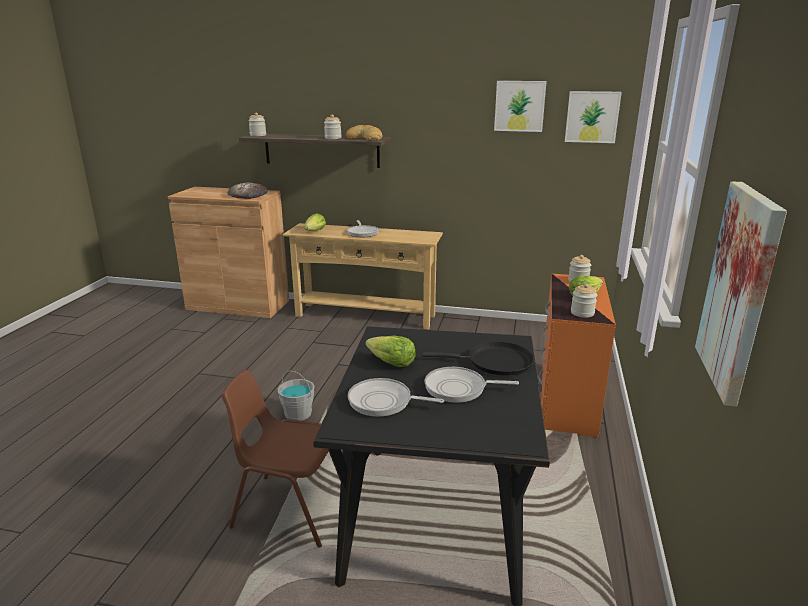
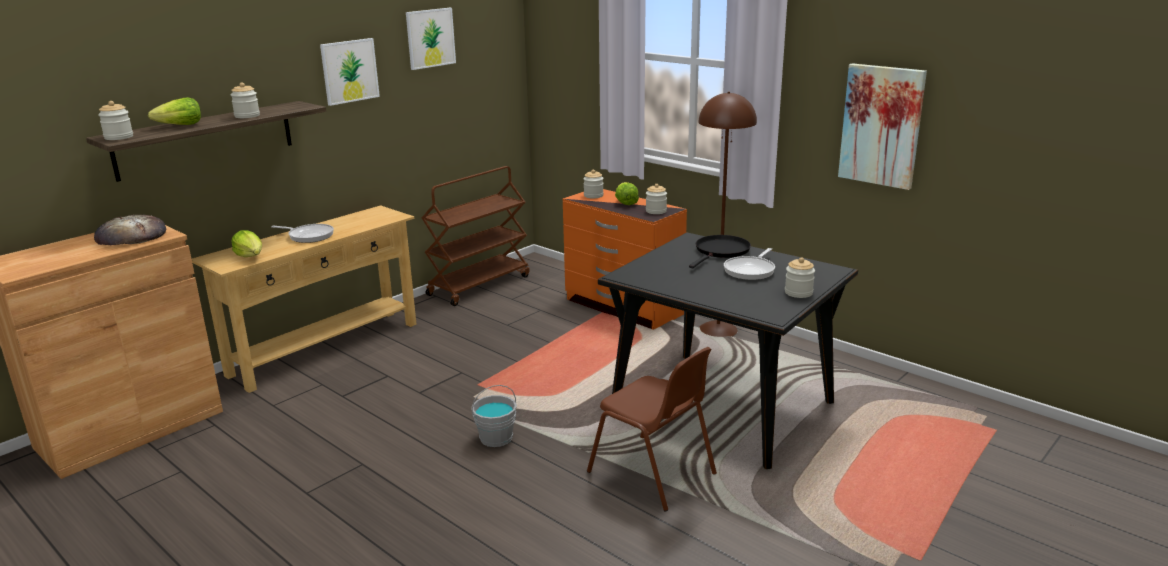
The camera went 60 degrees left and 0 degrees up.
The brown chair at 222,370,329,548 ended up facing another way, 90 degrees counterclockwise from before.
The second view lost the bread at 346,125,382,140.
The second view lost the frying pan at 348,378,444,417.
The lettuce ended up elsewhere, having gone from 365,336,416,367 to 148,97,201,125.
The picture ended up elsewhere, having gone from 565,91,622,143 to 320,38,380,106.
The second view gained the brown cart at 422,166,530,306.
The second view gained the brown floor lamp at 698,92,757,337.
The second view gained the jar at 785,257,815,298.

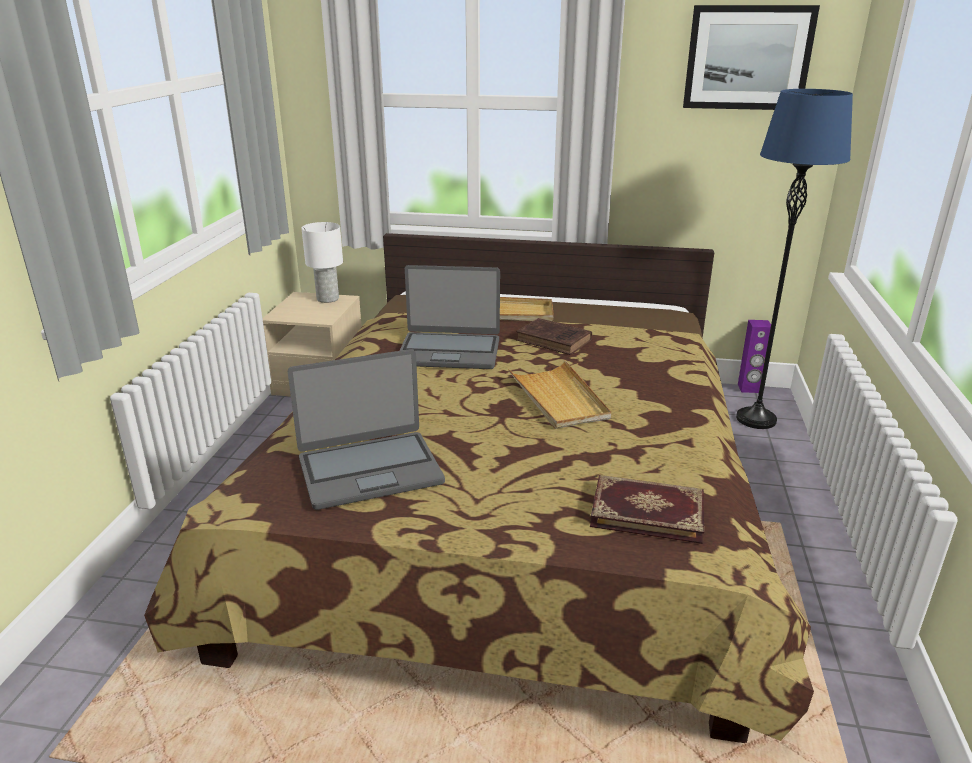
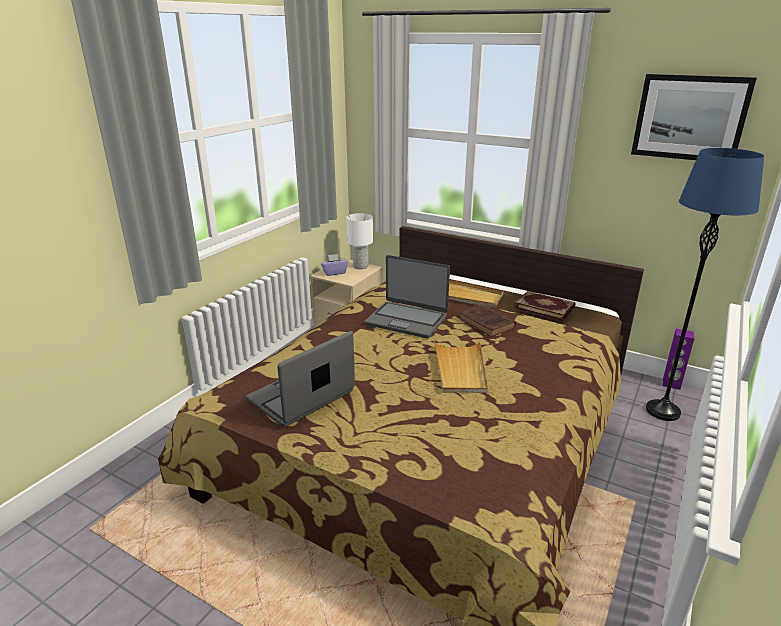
The camera went 20 degrees right and 0 degrees up.
The laptop at 288,349,445,510 ended up facing another way, 135 degrees clockwise from before.
The book ended up elsewhere, having gone from 590,475,704,544 to 514,291,576,321.
The second view gained the purple tissue box at 321,254,348,276.

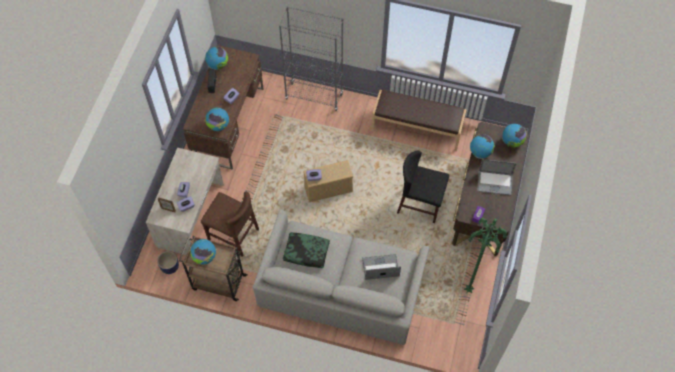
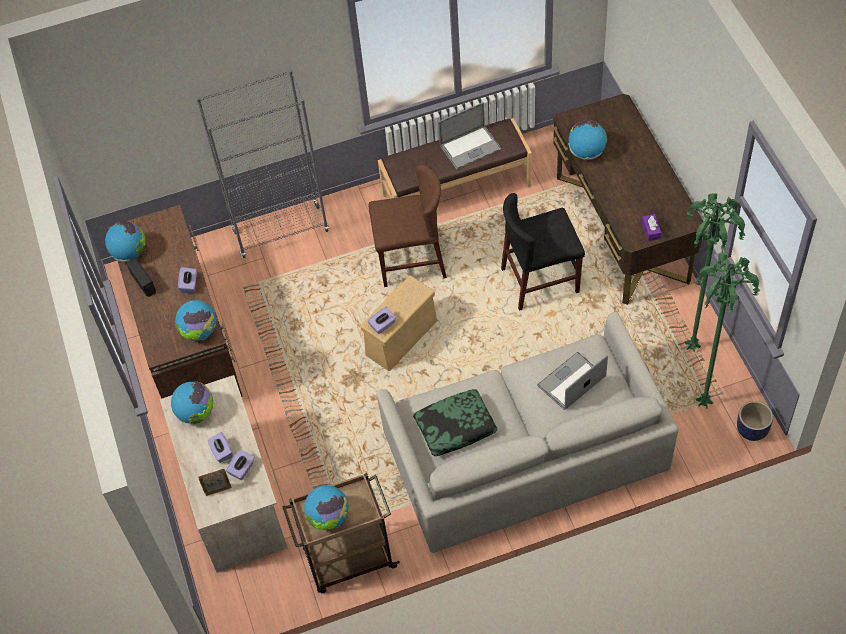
The camera went 30 degrees left and 5 degrees down.
The planter ended up elsewhere, having gone from 157,251,179,274 to 737,401,773,441.
The brown chair ended up elsewhere, having gone from 201,192,259,257 to 369,165,447,287.
The laptop ended up elsewhere, having gone from 477,159,516,195 to 438,102,501,169.
The globe ended up elsewhere, having gone from 502,124,527,147 to 171,381,213,424.
The second view gained the green floor lamp at 696,253,760,409.

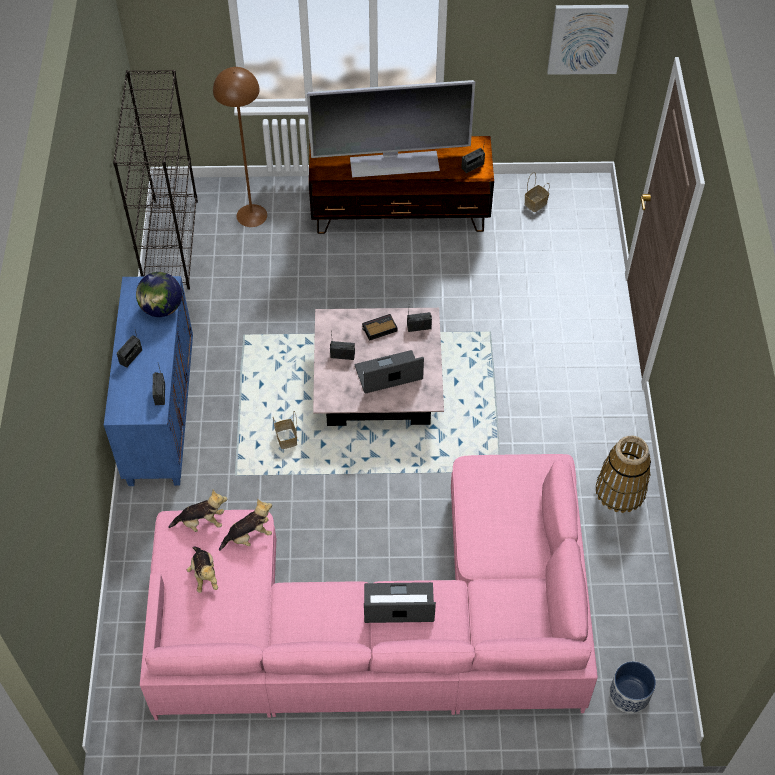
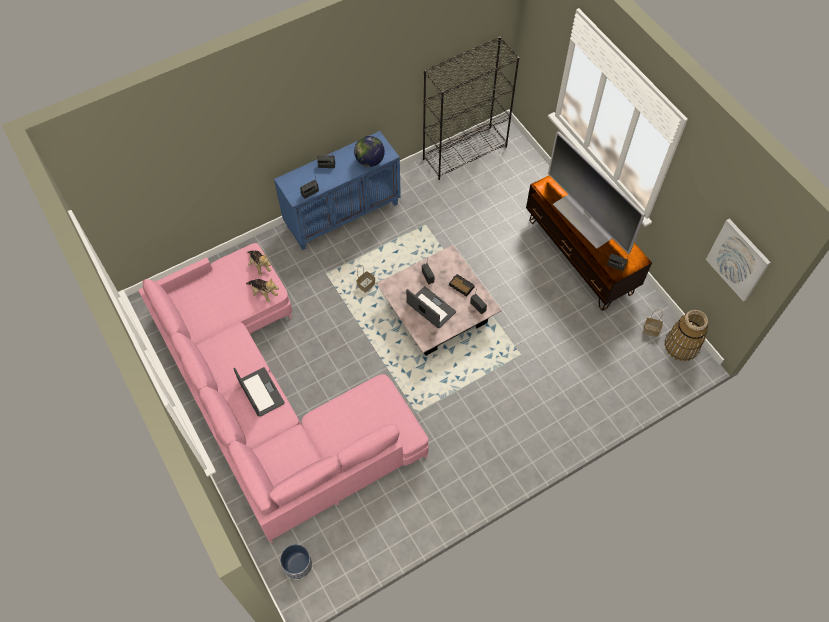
The camera went 60 degrees right and 5 degrees up.
The second view lost the plush toy at 187,547,218,593.
The second view lost the brown floor lamp at 213,67,267,227.
The basket ended up elsewhere, having gone from 596,436,651,513 to 664,310,708,361.

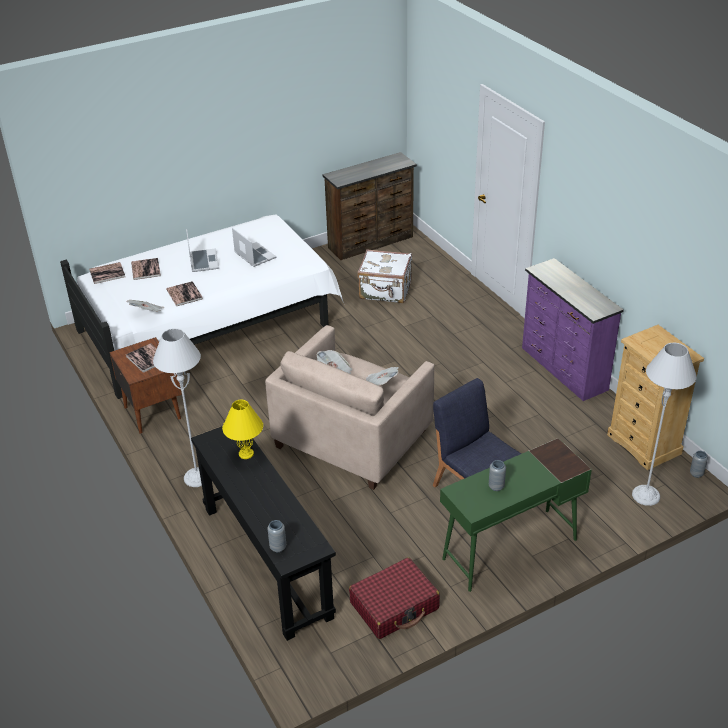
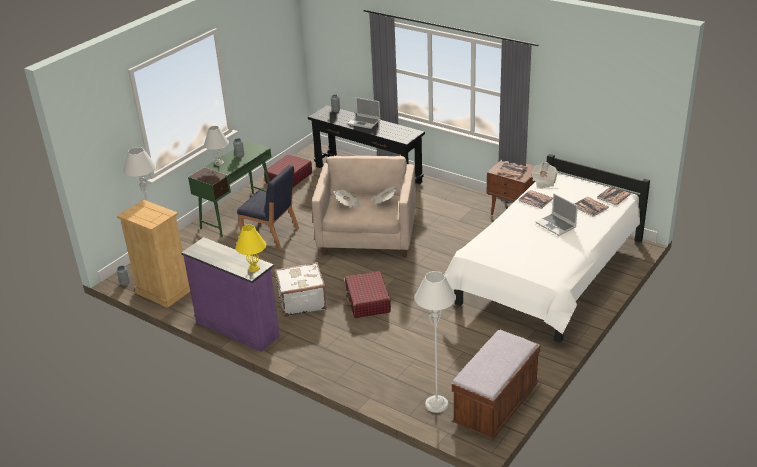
The camera went 155 degrees right and 5 degrees down.
The grey floor lamp ended up elsewhere, having gone from 153,328,202,487 to 415,271,456,413.
The yellow table lamp ended up elsewhere, having gone from 222,400,263,459 to 235,225,266,272.
The laptop ended up elsewhere, having gone from 232,228,276,267 to 348,97,380,129.
Where the brown dresser stood at 322,152,417,260, the brown bench came to stand at 452,330,540,439.
The white suitcase ended up elsewhere, having gone from 357,249,412,303 to 275,262,327,317.
The second view gained the white table lamp at 204,126,229,166.
The second view gained the red suitcase at 345,271,391,318.

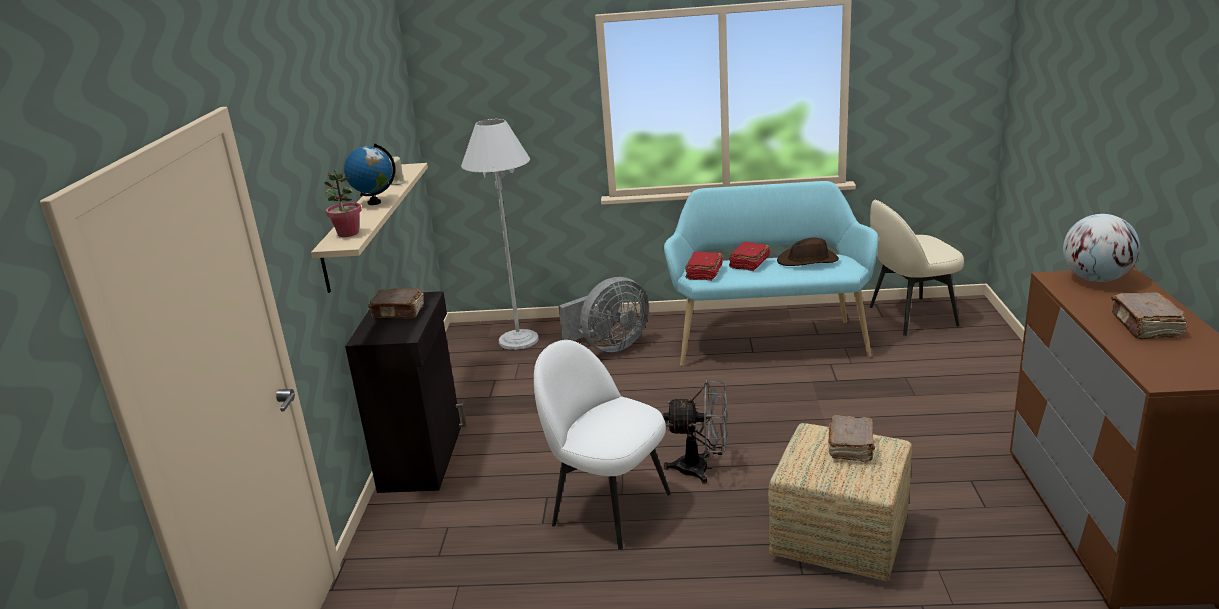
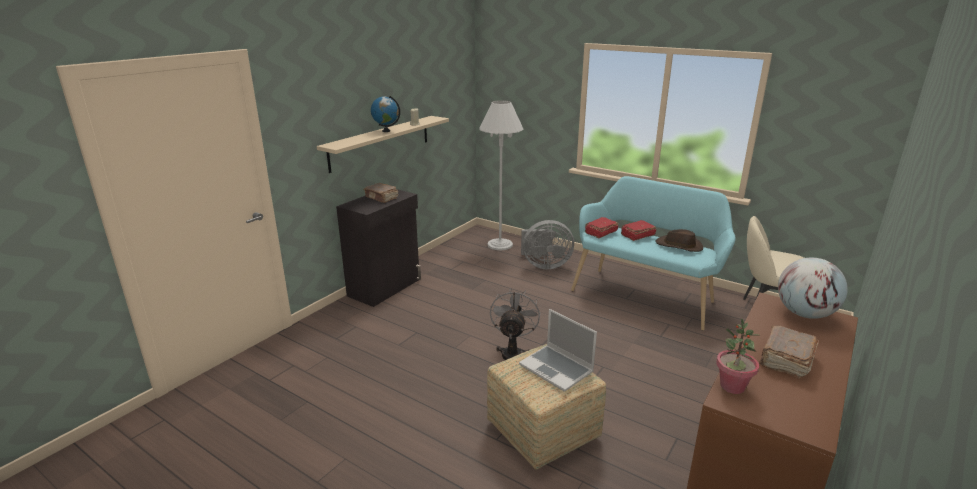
The camera went 30 degrees right and 0 degrees up.
The potted plant ended up elsewhere, having gone from 324,169,362,237 to 716,318,759,394.
The second view lost the white chair at 534,340,671,550.
The grey fan at 663,379,727,484 ended up facing another way, 120 degrees counterclockwise from before.
Where the brown book stood at 828,415,875,462, the laptop came to stand at 519,309,597,392.

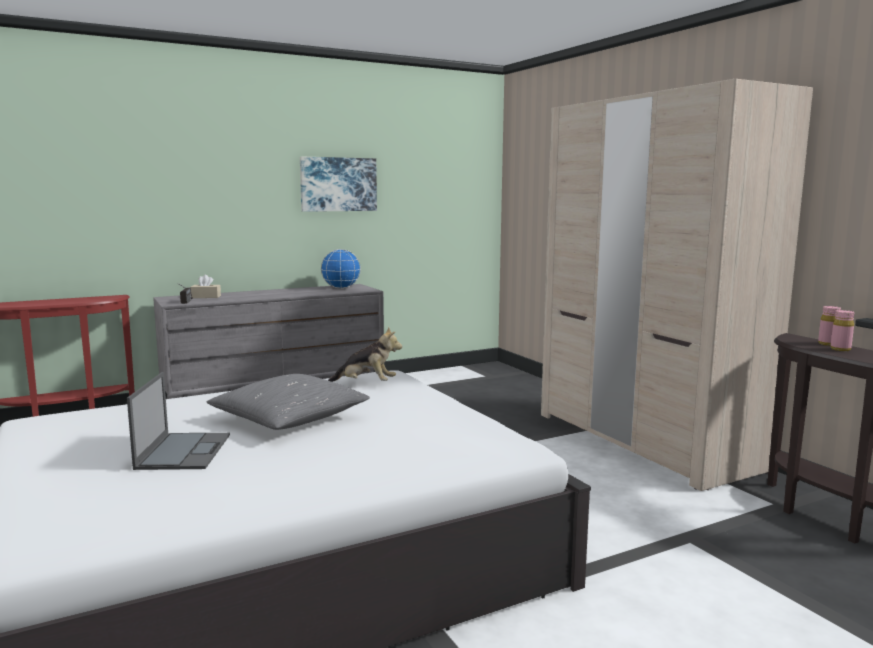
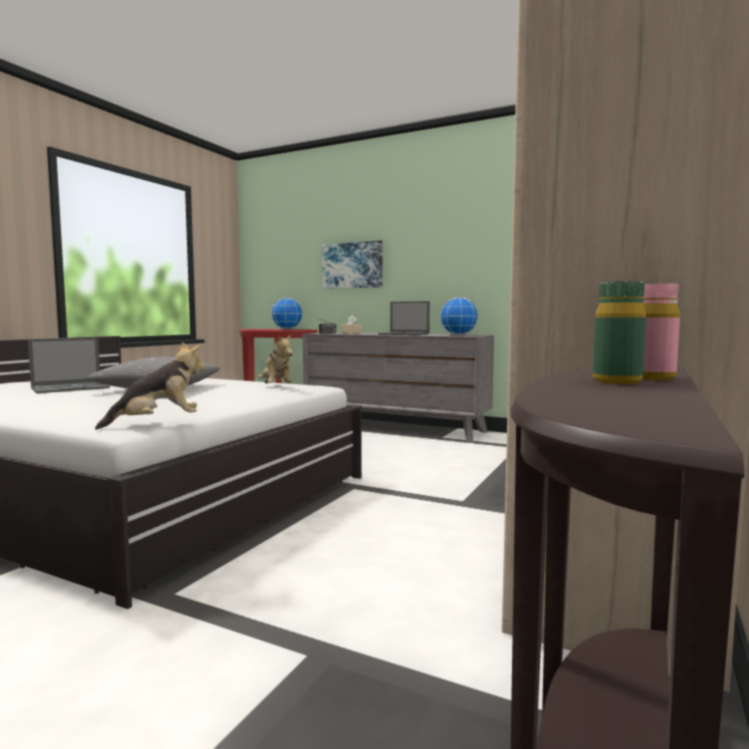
The camera went 55 degrees right and 5 degrees down.
The picture ended up elsewhere, having gone from 300,157,377,212 to 322,240,383,289.
What was the pink bottle at 831,310,854,351 turned into the green bottle at 593,281,646,384.
The second view gained the plush toy at 95,342,205,430.
The second view gained the globe at 271,298,303,329.
The second view gained the laptop at 378,301,430,335.

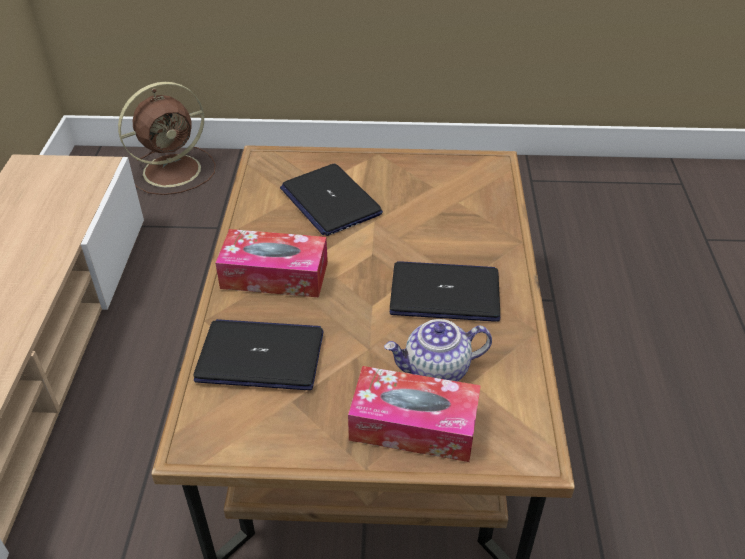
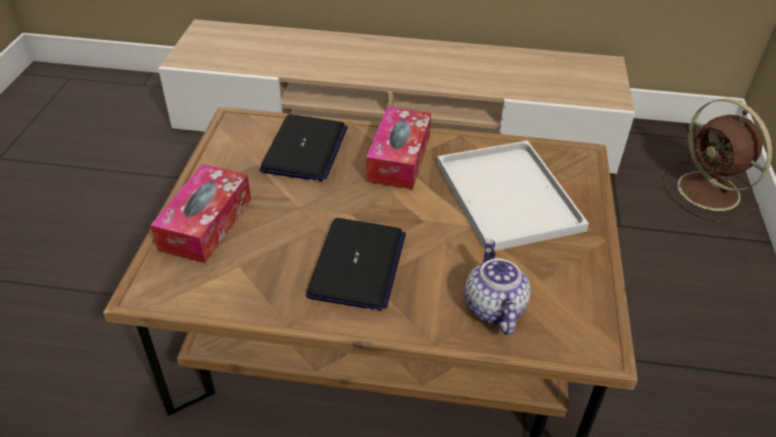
The camera went 95 degrees right and 0 degrees up.
Where the laptop stood at 280,164,383,236, the white tray came to stand at 437,141,589,251.
The teapot ended up elsewhere, having gone from 384,319,492,382 to 465,239,531,335.

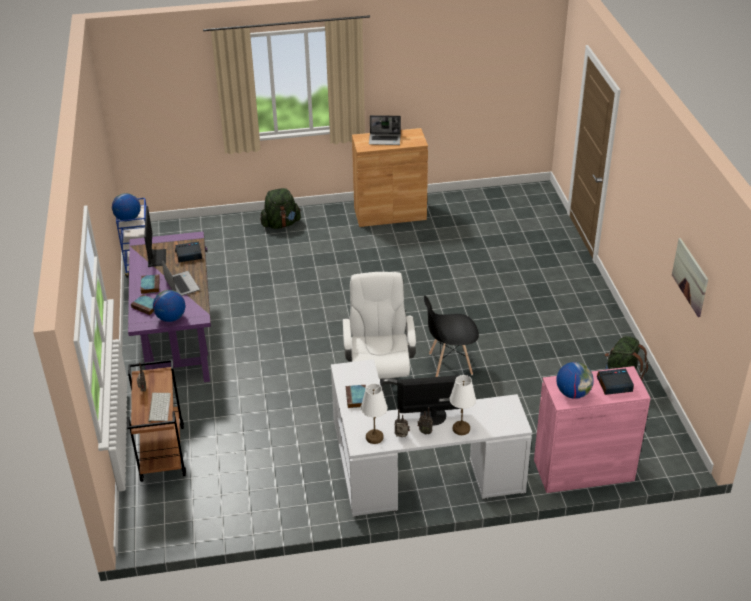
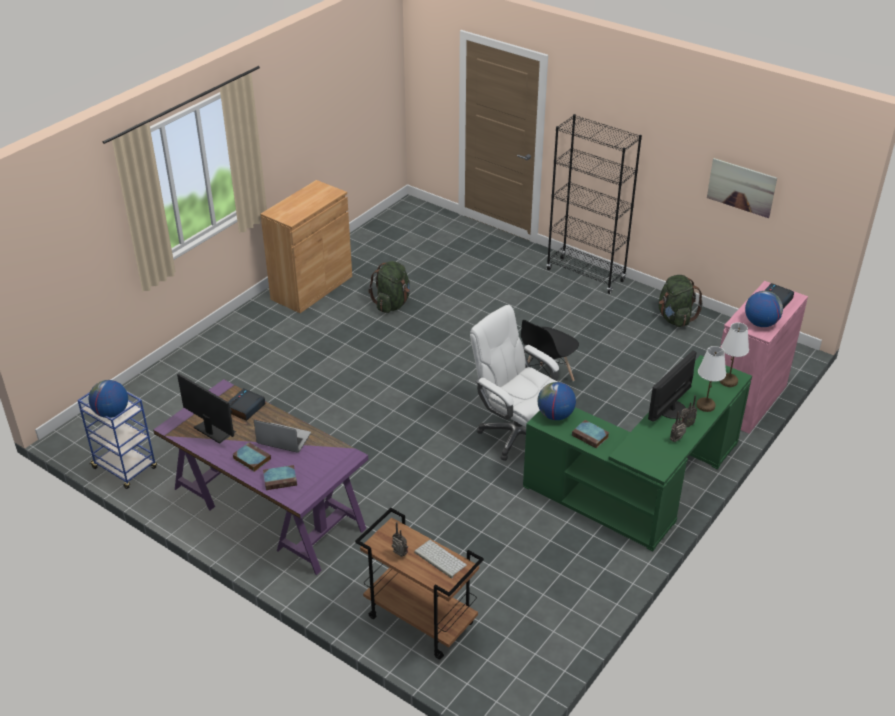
The camera went 45 degrees left and 0 degrees up.
The globe ended up elsewhere, having gone from 153,290,185,322 to 537,382,576,420.
The green backpack ended up elsewhere, having gone from 260,188,301,229 to 368,261,410,313.
What was the white desk at 331,359,532,517 turned into the green desk at 523,355,752,552.
The white table lamp ended up elsewhere, having gone from 361,383,387,444 to 720,323,749,387.
The second view lost the laptop at 369,115,401,145.
The second view gained the black bookcase at 546,114,642,294.

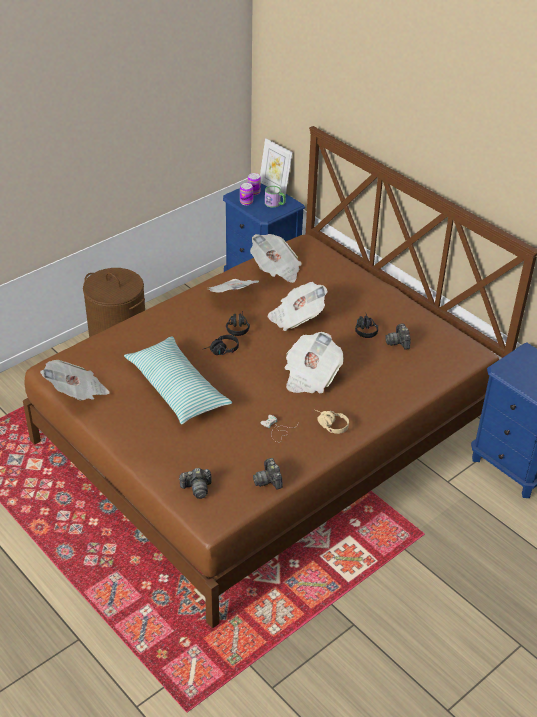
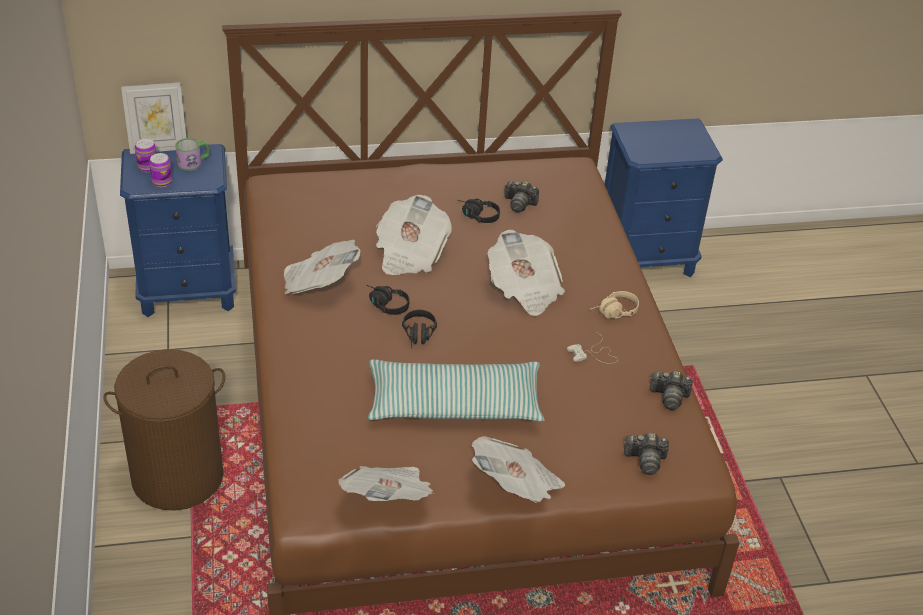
The camera went 60 degrees left and 0 degrees up.
The photo camera at 179,468,212,499 ended up facing another way, 75 degrees clockwise from before.
The newspaper ended up elsewhere, having gone from 250,234,302,283 to 472,436,565,503.

